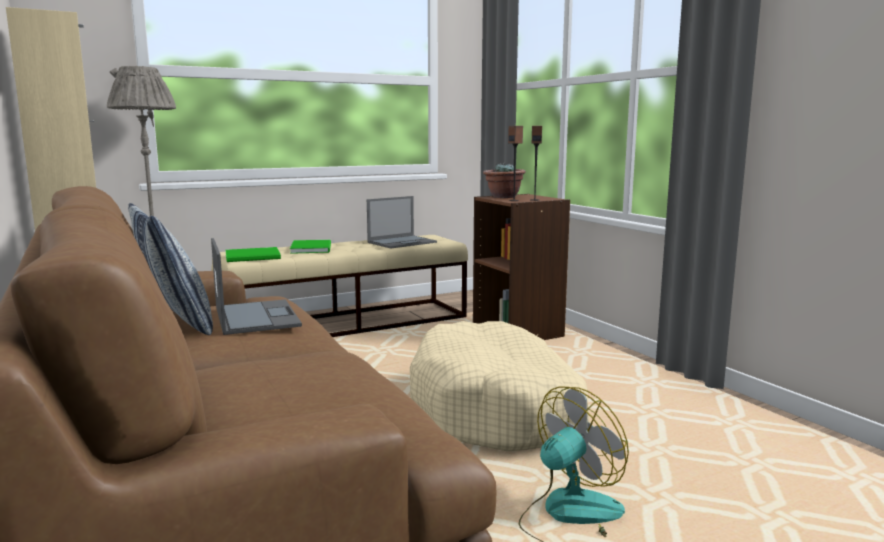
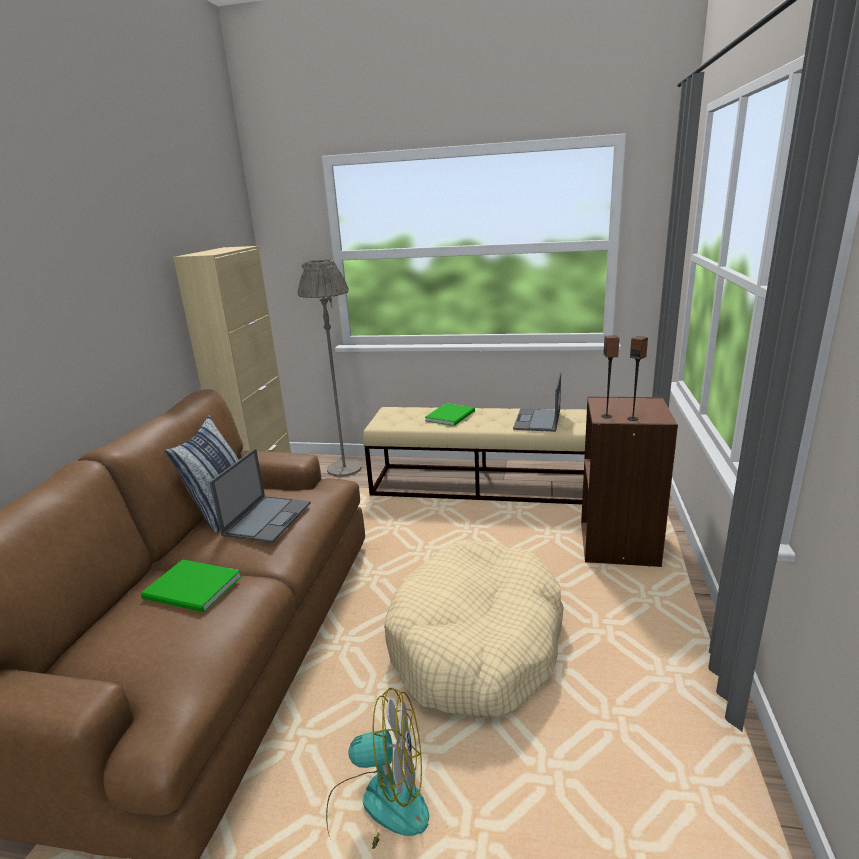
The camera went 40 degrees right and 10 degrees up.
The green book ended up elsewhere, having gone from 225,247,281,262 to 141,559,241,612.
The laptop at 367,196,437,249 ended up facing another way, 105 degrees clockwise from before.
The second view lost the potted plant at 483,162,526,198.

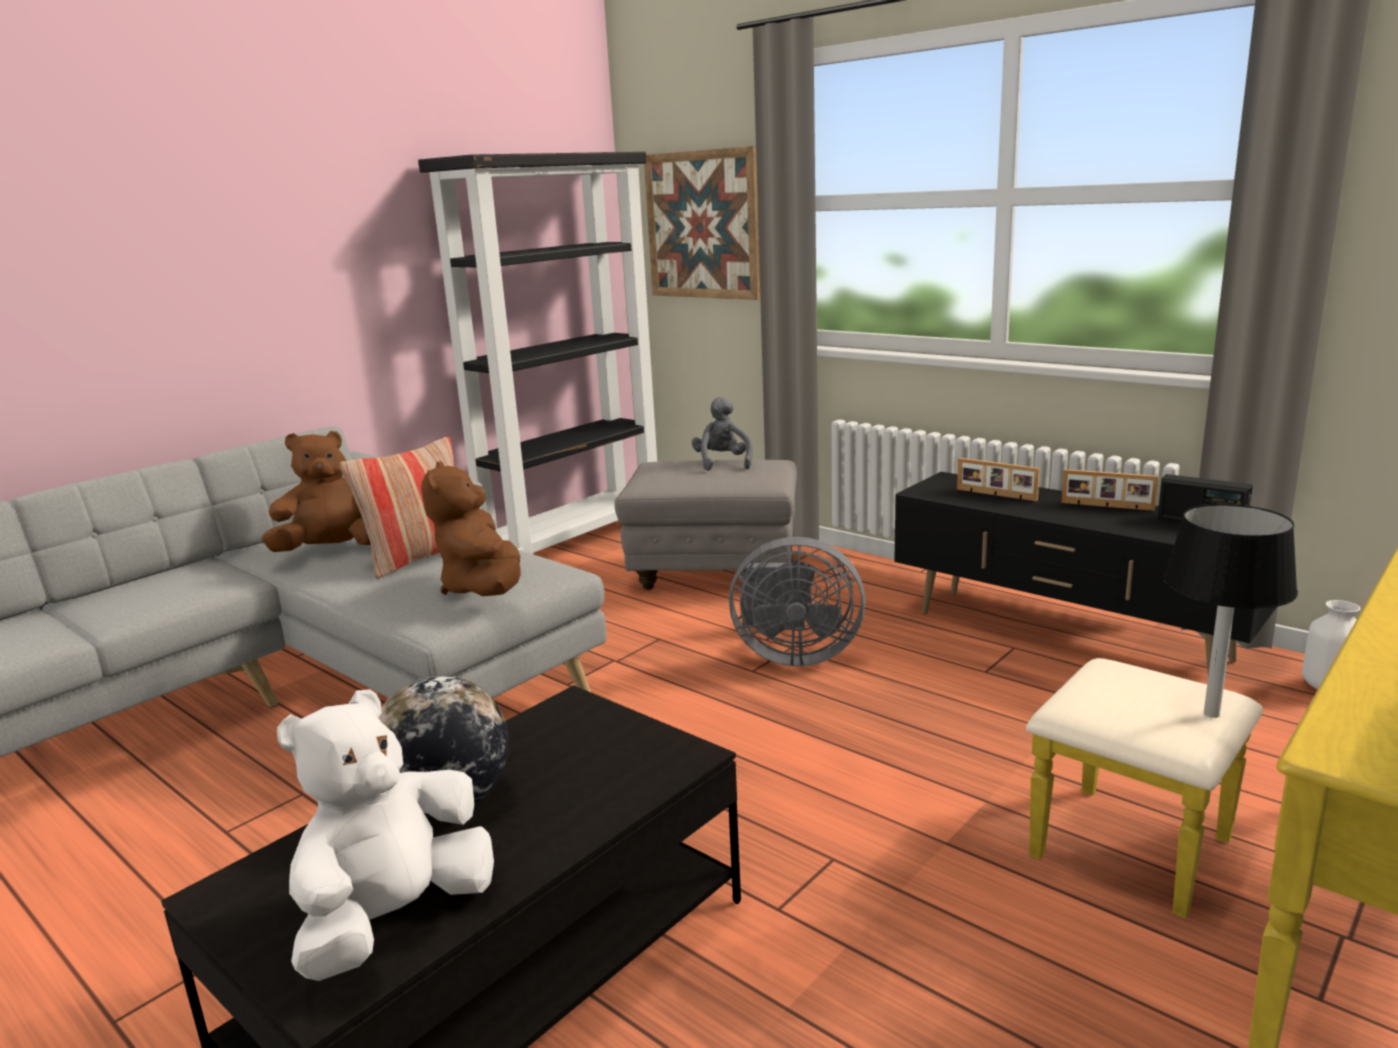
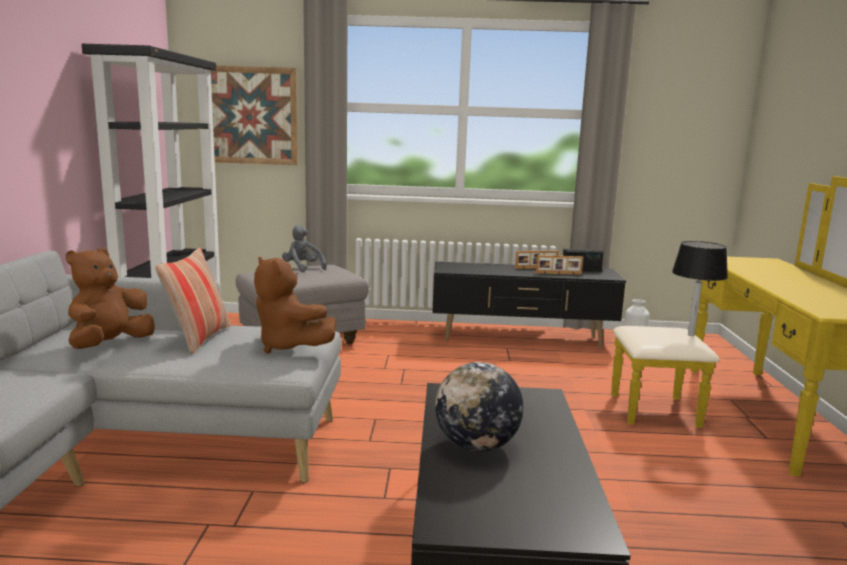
The camera went 40 degrees left and 5 degrees down.
The second view lost the white plush toy at 277,689,494,981.
The second view lost the grey fan at 729,537,865,666.
The picture frame ended up elsewhere, having gone from 957,458,1040,502 to 536,255,583,275.

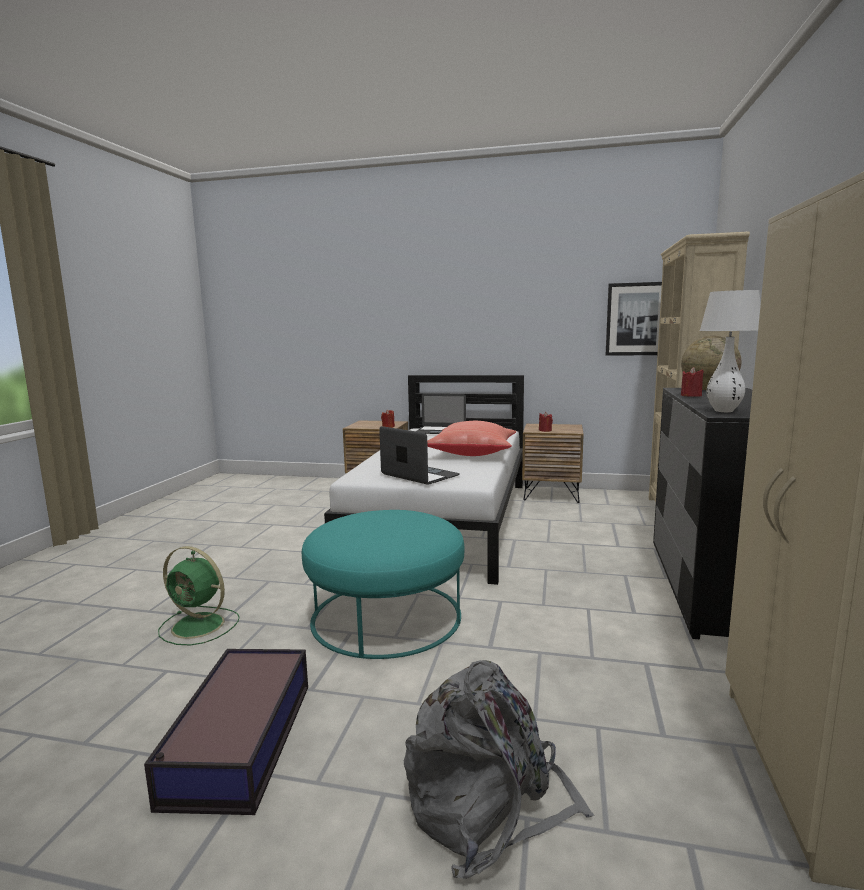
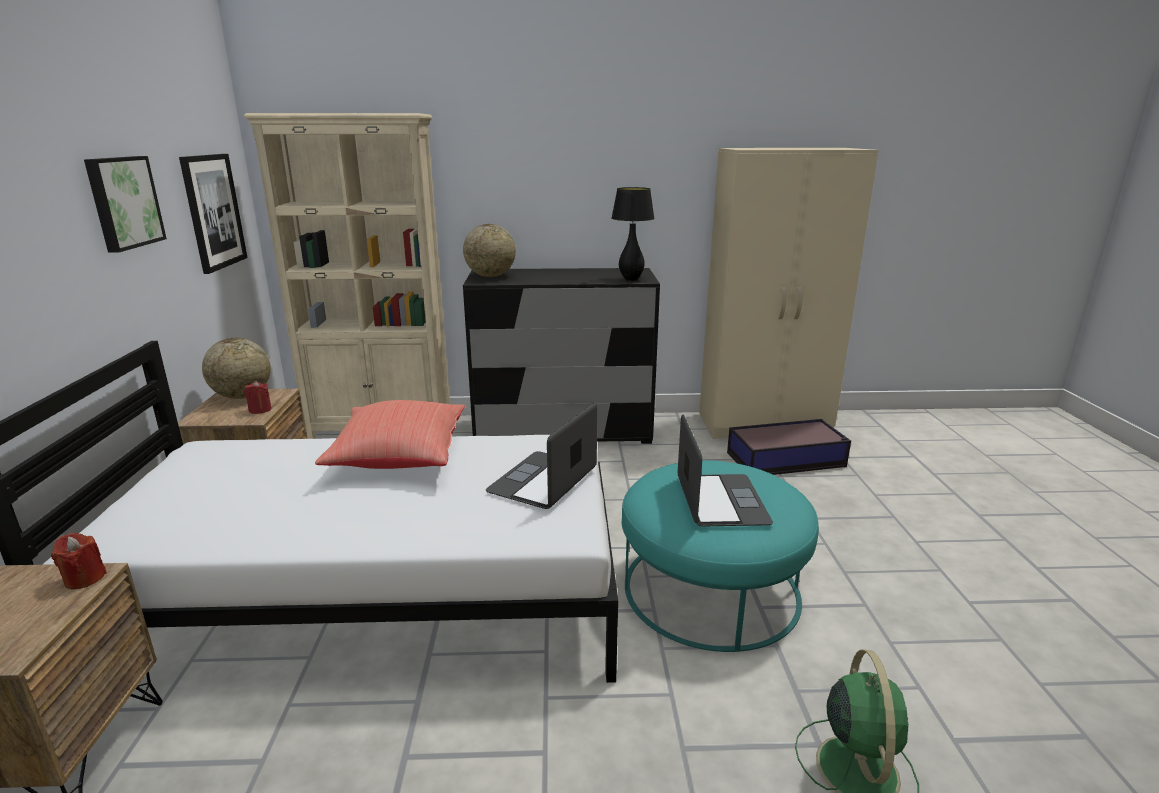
The camera went 105 degrees left and 10 degrees up.
The storage box ended up elsewhere, having gone from 144,649,308,815 to 727,419,851,475.
The second view lost the grey backpack at 404,660,594,879.
The laptop ended up elsewhere, having gone from 416,394,466,434 to 678,414,773,527.
The second view lost the red candle at 681,367,704,397.
What was the white table lamp at 700,290,761,412 turned into the black table lamp at 611,187,655,281.
The second view gained the picture at 84,156,167,253.
The second view gained the globe at 202,338,271,399.

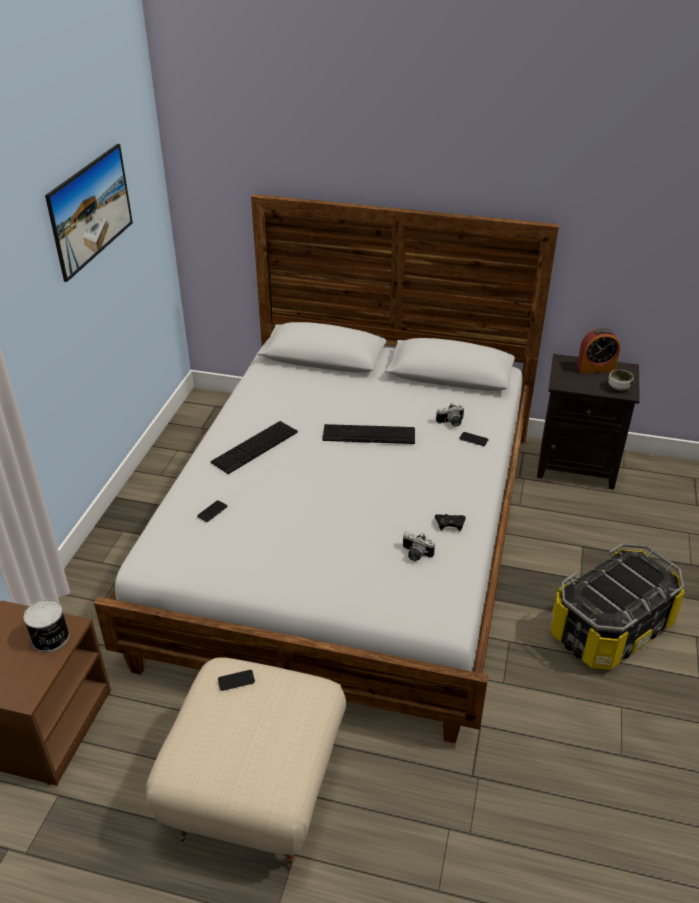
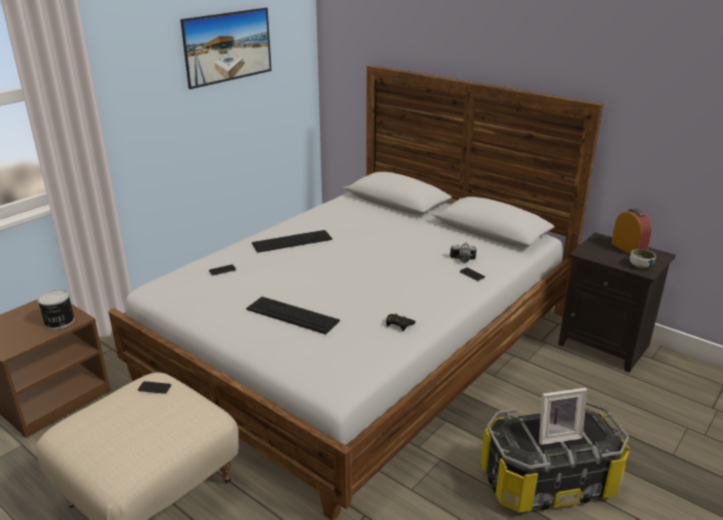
The camera went 25 degrees right and 10 degrees down.
The keyboard ended up elsewhere, having gone from 322,424,415,444 to 246,297,340,334.
The second view lost the photo camera at 403,531,435,561.
The alarm clock at 577,328,620,373 ended up facing another way, 135 degrees counterclockwise from before.
The second view gained the picture frame at 539,388,587,445.

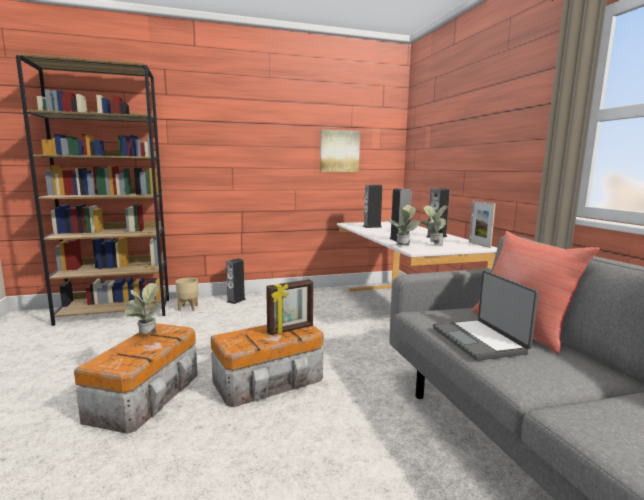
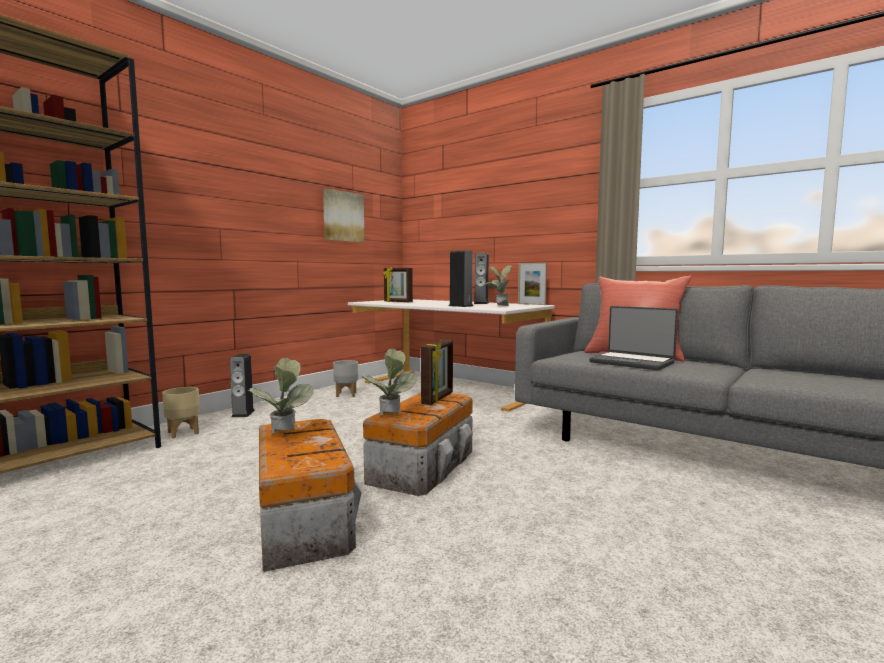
The camera went 35 degrees left and 5 degrees down.
Where the speaker stood at 363,185,383,228, the picture frame came to stand at 383,266,413,302.
The potted plant ended up elsewhere, having gone from 388,205,420,246 to 361,349,418,416.
The second view gained the grey planter at 333,360,358,397.

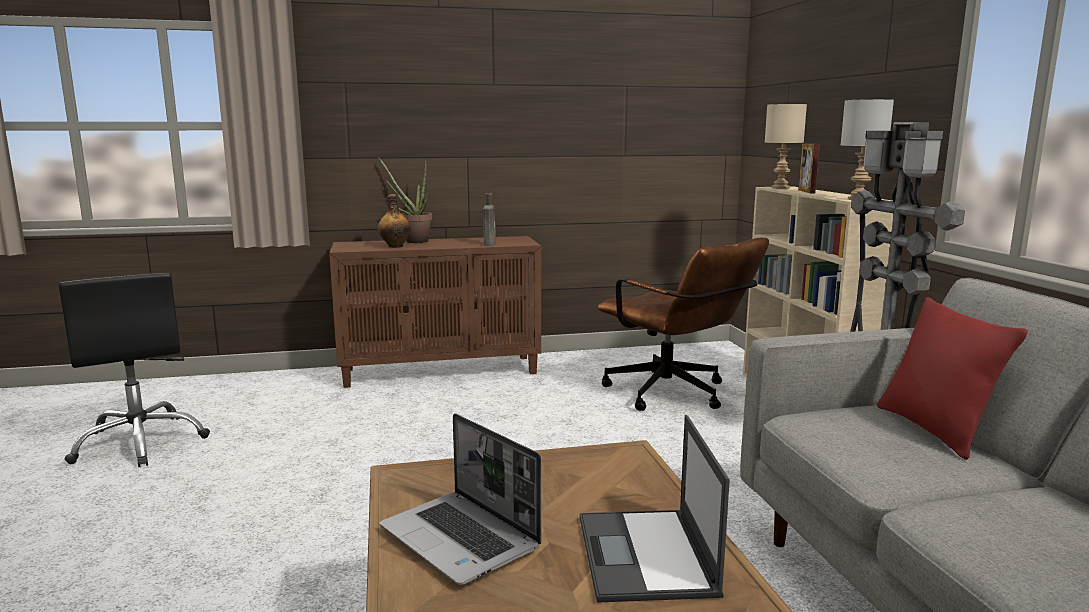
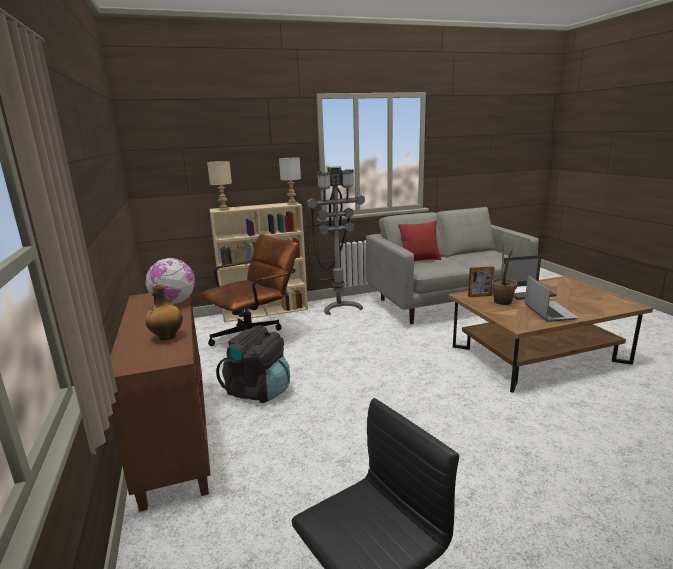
The camera went 95 degrees left and 5 degrees up.
The potted plant ended up elsewhere, having gone from 378,157,432,243 to 492,241,517,305.
The laptop at 380,413,541,585 ended up facing another way, 45 degrees counterclockwise from before.
Where the brown bottle stood at 483,193,496,246, the globe came to stand at 145,258,195,304.
The picture frame ended up elsewhere, having gone from 798,143,820,193 to 468,266,495,297.
The second view gained the black backpack at 216,326,290,403.

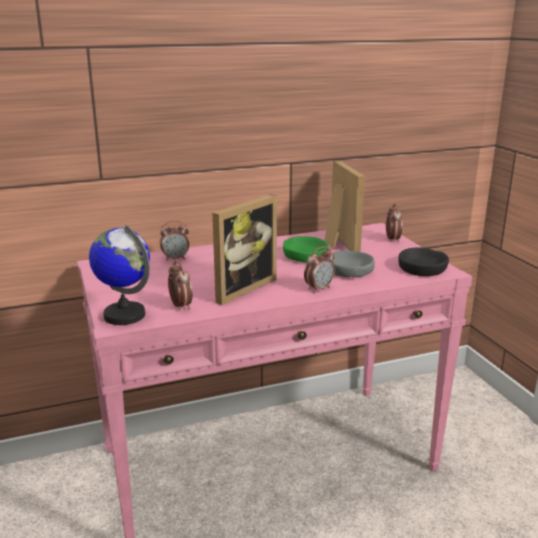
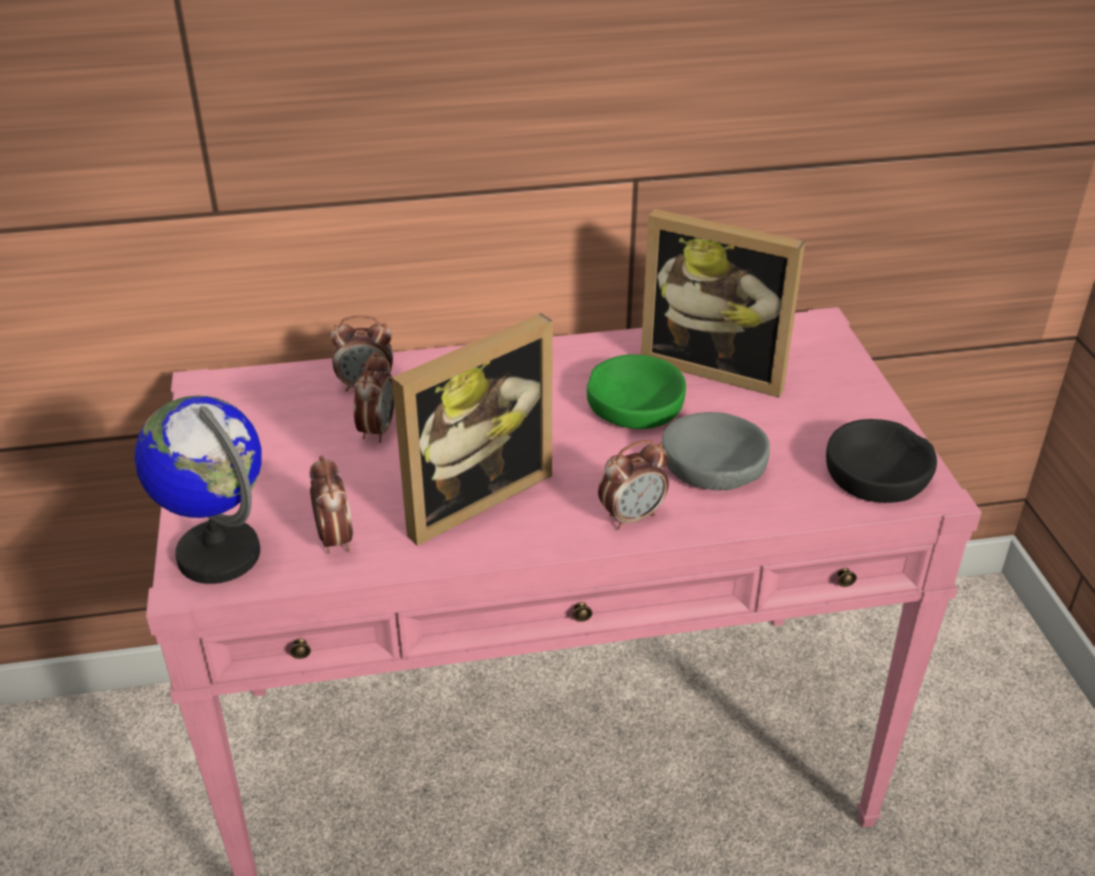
The camera went 10 degrees right and 15 degrees up.
The picture frame at 324,160,365,252 ended up facing another way, 120 degrees clockwise from before.
The alarm clock ended up elsewhere, having gone from 386,204,402,243 to 354,352,395,443.

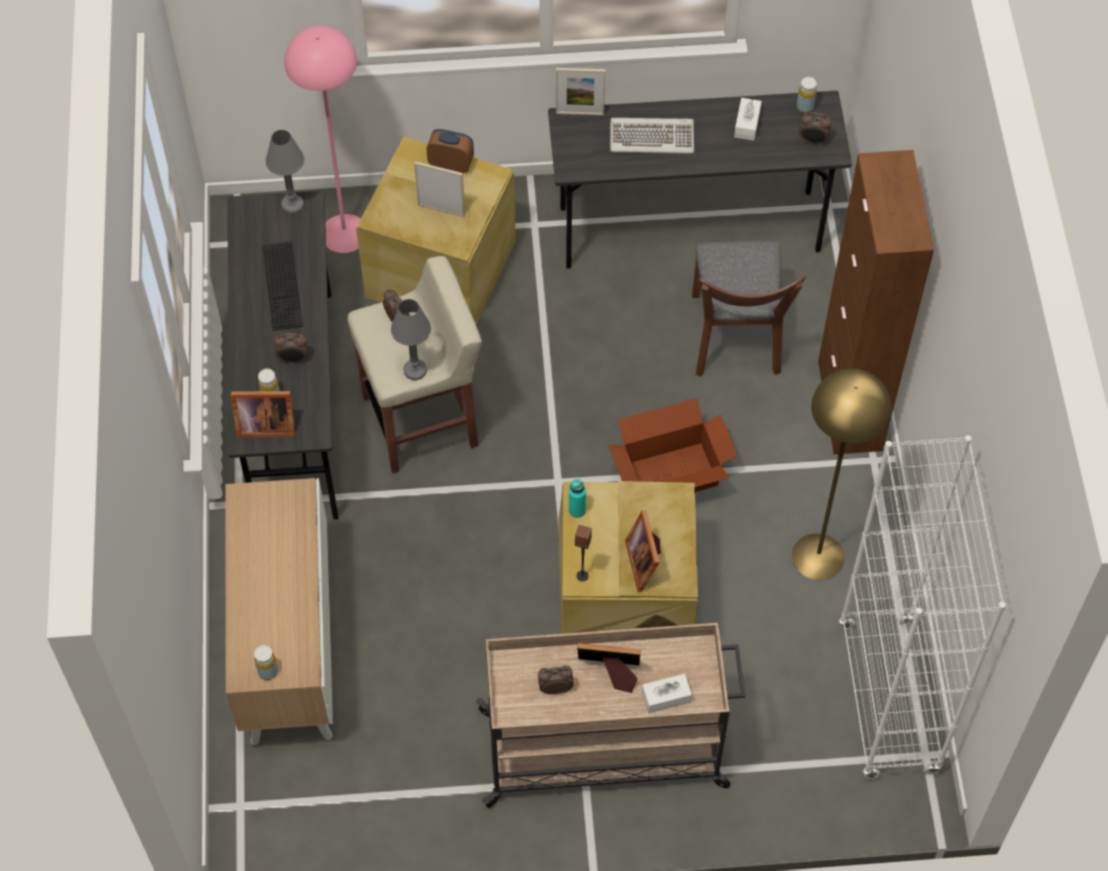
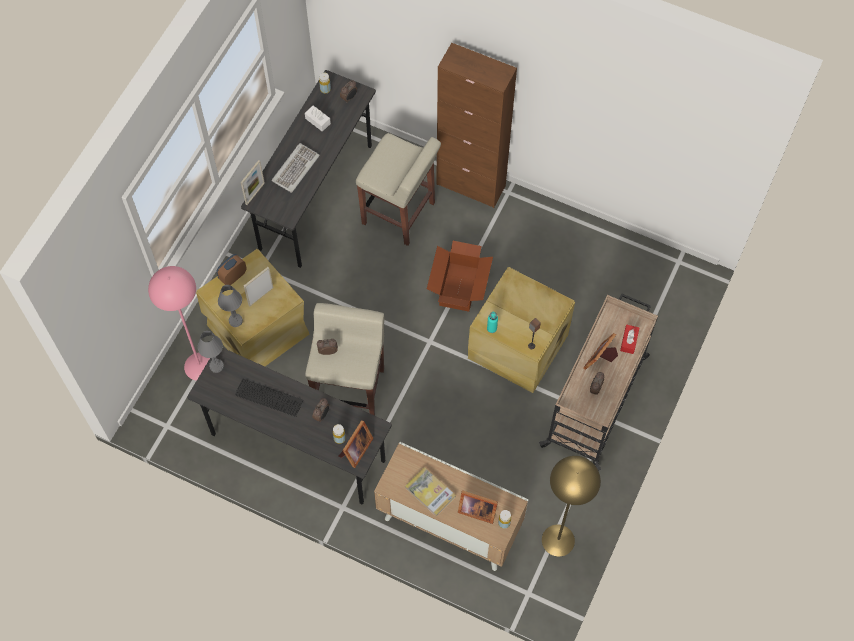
The camera went 60 degrees left and 5 degrees up.
The grey table lamp ended up elsewhere, having gone from 391,299,431,380 to 218,285,243,327.
The picture frame ended up elsewhere, having gone from 625,510,661,592 to 458,490,498,524.
What was the white tissue box at 642,674,692,713 turned into the red tissue box at 620,325,639,354.
Where the brown chair stood at 692,241,806,377, the beige stool came to stand at 356,133,441,246.
The yellow floor lamp ended up elsewhere, having gone from 792,369,892,580 to 542,456,601,557.
The second view lost the white bookcase at 838,435,1006,780.
The second view gained the book at 405,467,456,517.

